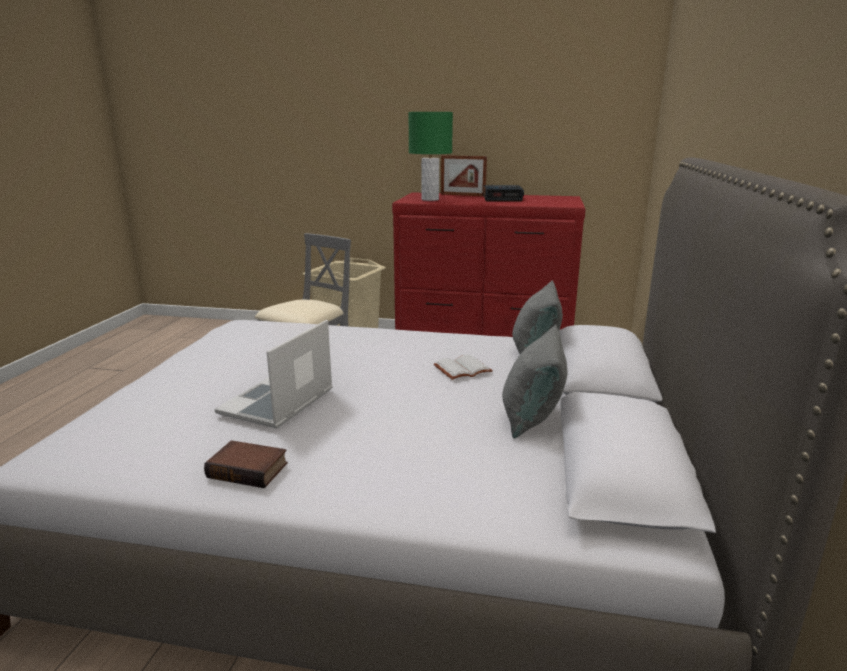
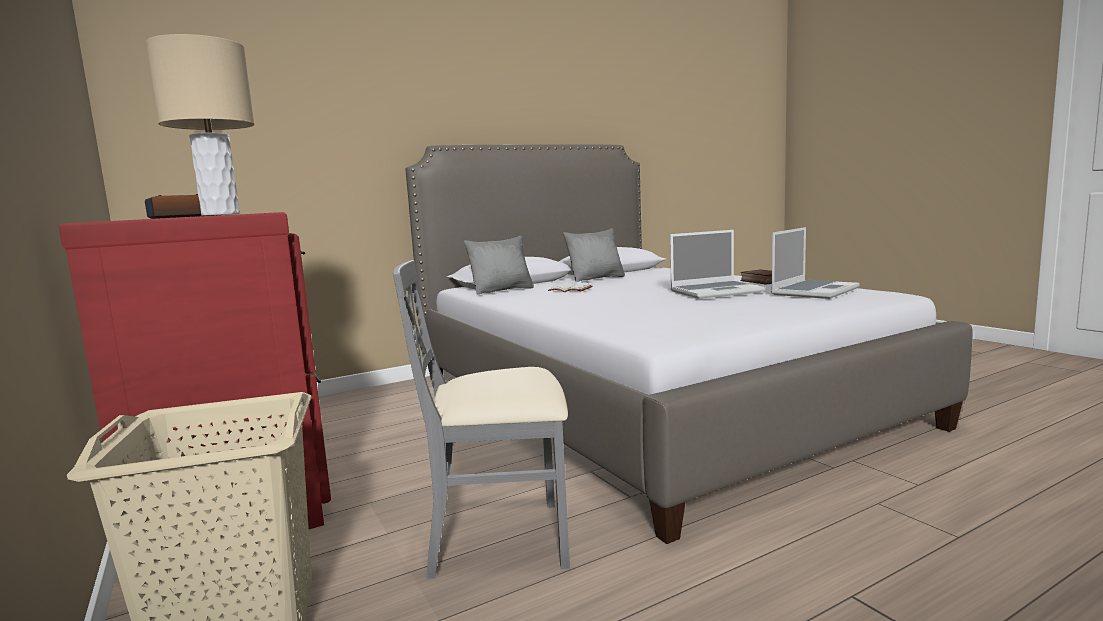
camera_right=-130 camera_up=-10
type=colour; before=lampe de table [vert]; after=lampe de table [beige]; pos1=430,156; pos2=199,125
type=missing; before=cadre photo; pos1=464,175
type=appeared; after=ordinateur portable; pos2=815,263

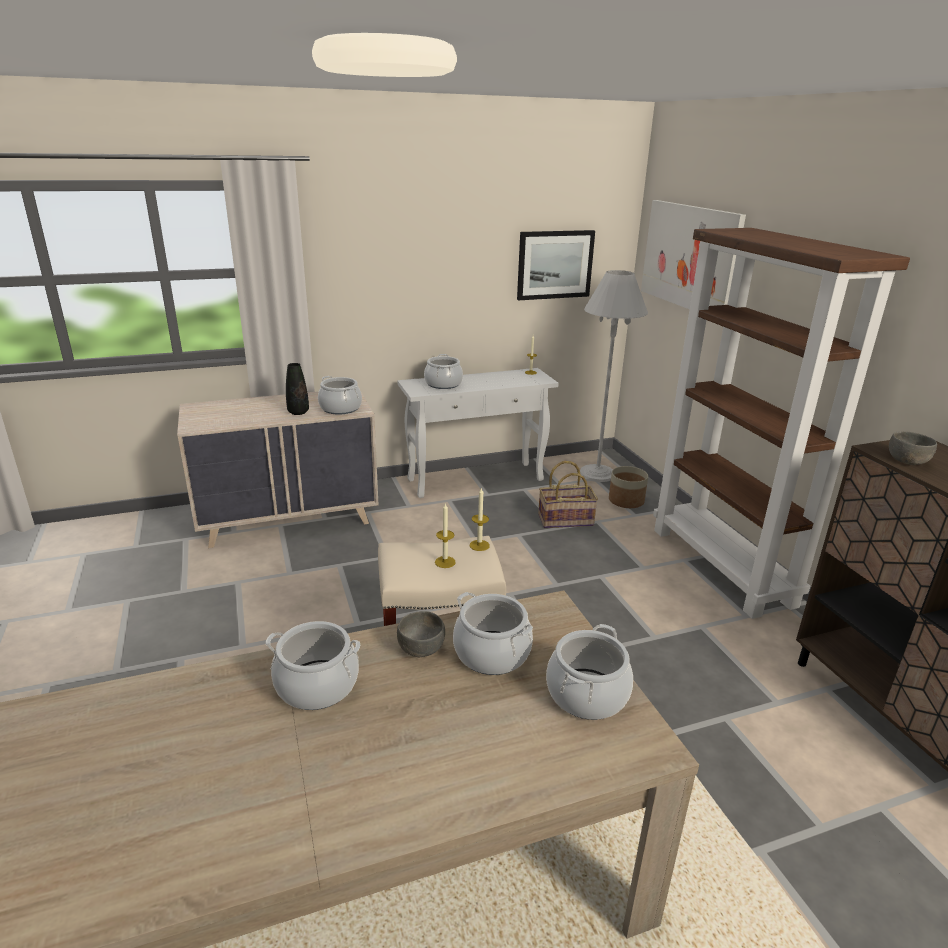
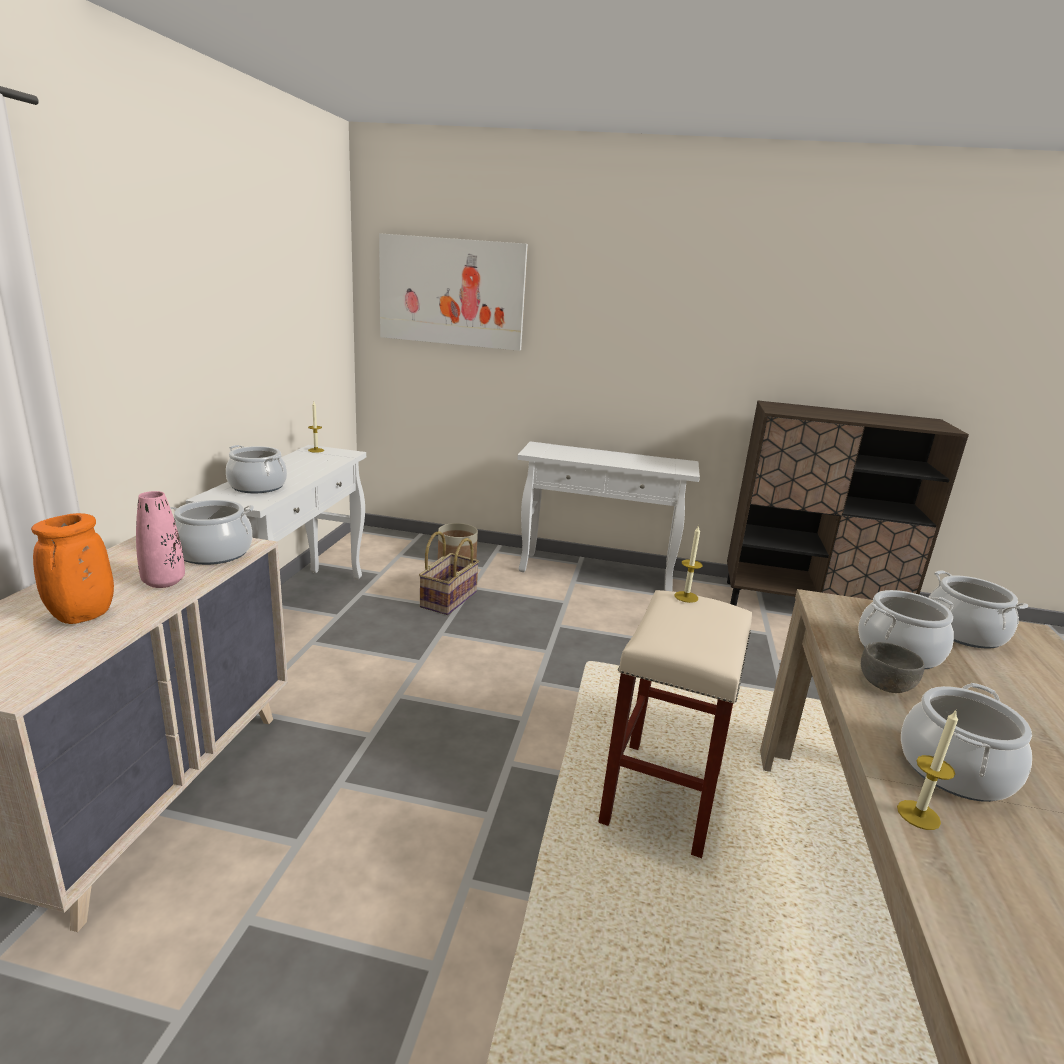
camera_right=-60 camera_up=-5
type=colour; before=vase [noir]; after=vase [rose]; pos1=297,389; pos2=160,539
type=relocated; before=bougie; pos1=445,535; pos2=927,769
type=missing; before=tableau; pos1=556,265
type=missing; before=lampadaire [blanc]; pos1=614,376
type=exchanged; before=bibliothèque [marron]; after=table console [blanc]; pos1=781,423; pos2=608,516
type=missing; before=bol [gris]; pos1=913,448
type=appeared; after=vase [orange]; pos2=72,568

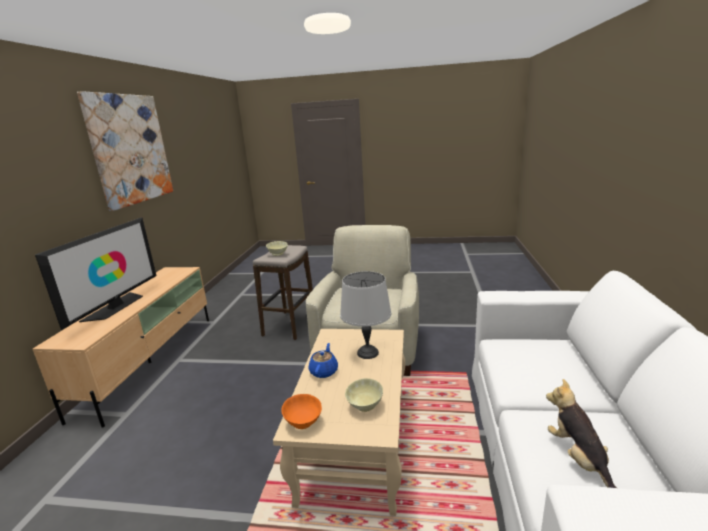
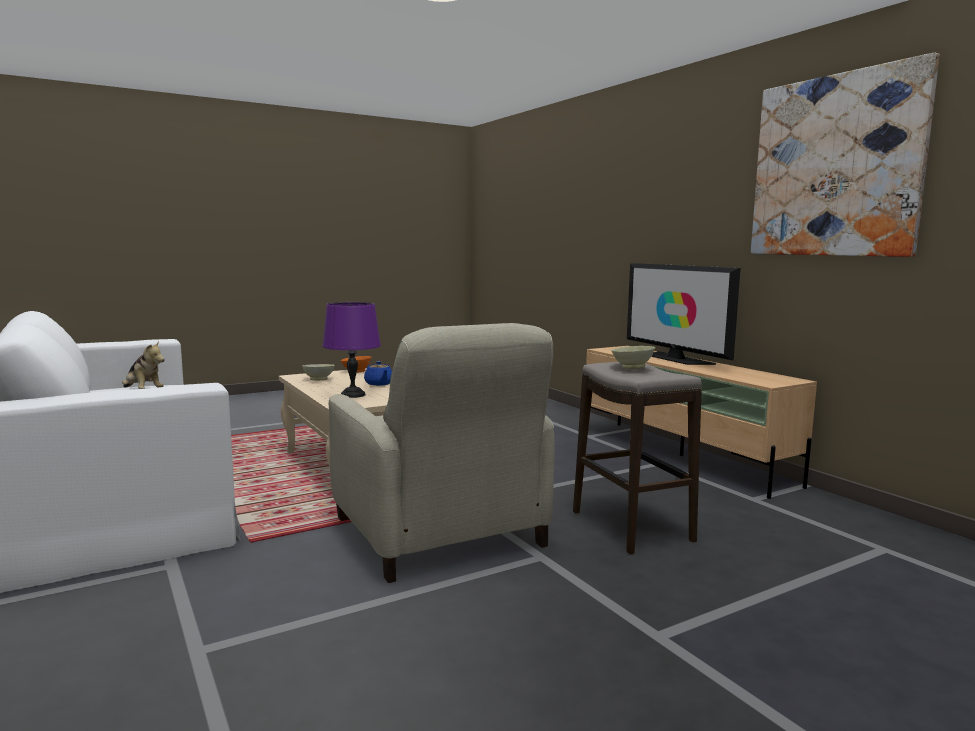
camera_right=140 camera_up=-10
type=colour; before=lampe de table [gris]; after=lampe de table [violet]; pos1=365,315; pos2=351,350

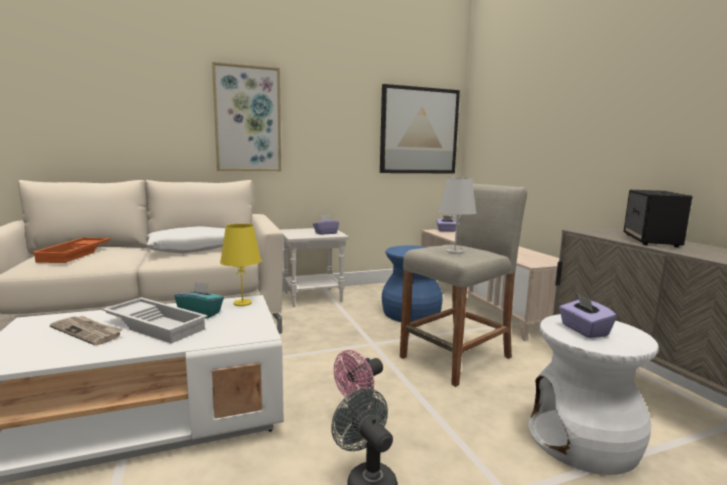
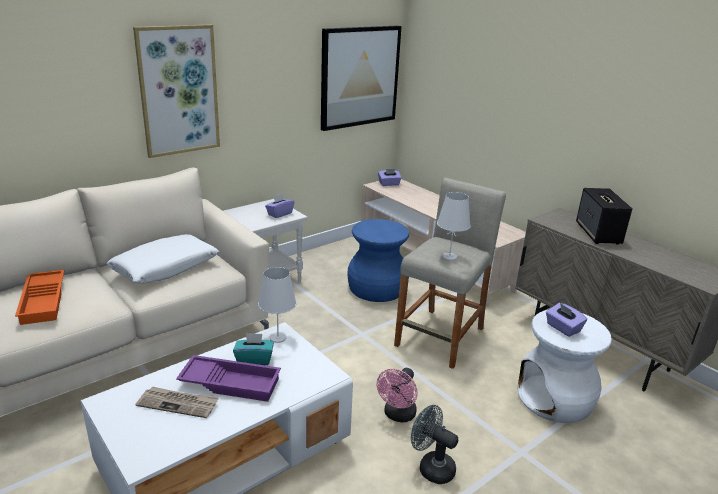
camera_right=-20 camera_up=15
type=colour; before=plateau [blanc]; after=plateau [violet]; pos1=155,320; pos2=228,378
type=colour; before=lampe de table [jaune]; after=lampe de table [blanc]; pos1=241,265; pos2=277,305

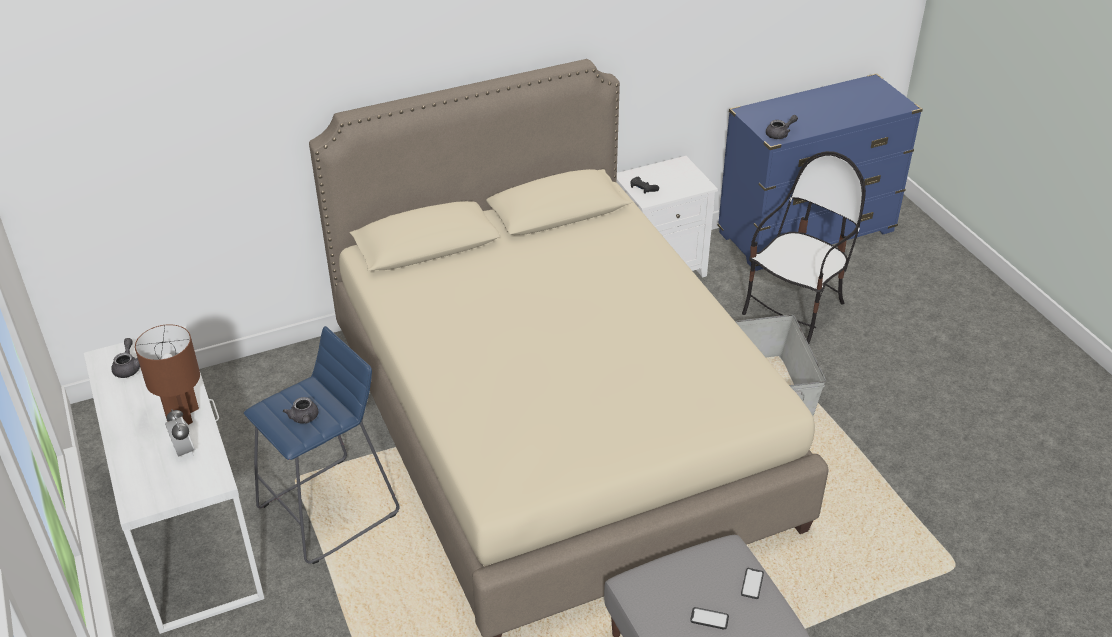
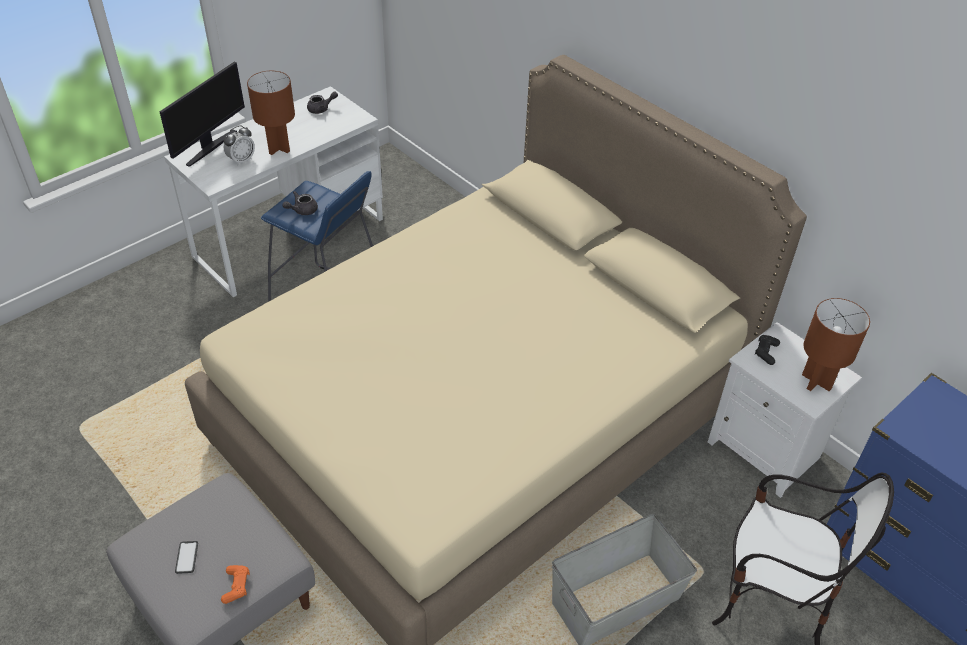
camera_right=70 camera_up=5
type=exchanged; before=téléphone; after=manette [orange]; pos1=752,583; pos2=235,584
type=missing; before=théière [gris]; pos1=782,127
type=appeared; after=écran d'ordinateur; pos2=202,114
type=appeared; after=lampe de table [marron]; pos2=836,344

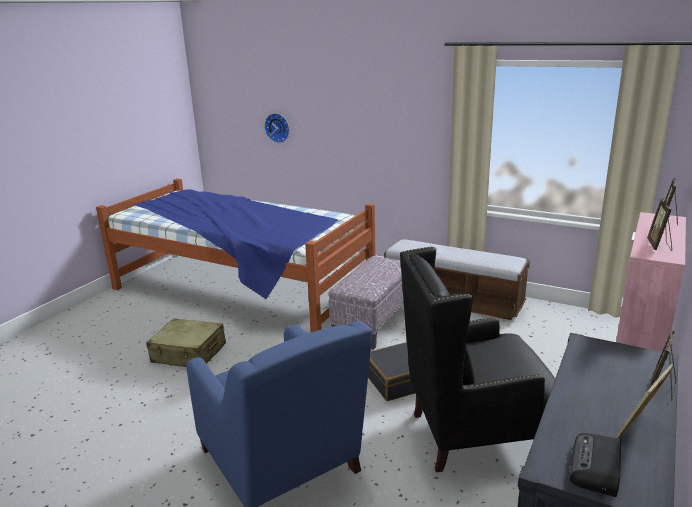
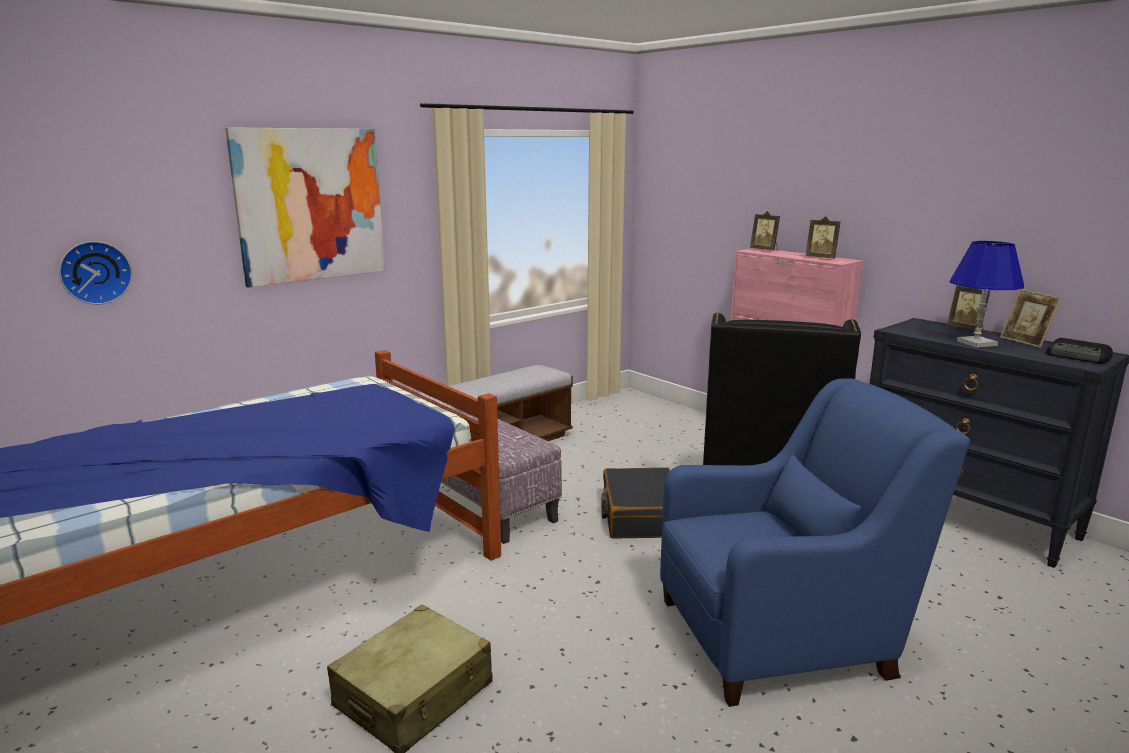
camera_right=-70 camera_up=-5
type=appeared; after=tableau; pos2=305,207
type=appeared; after=lampe de table [bleu]; pos2=986,294

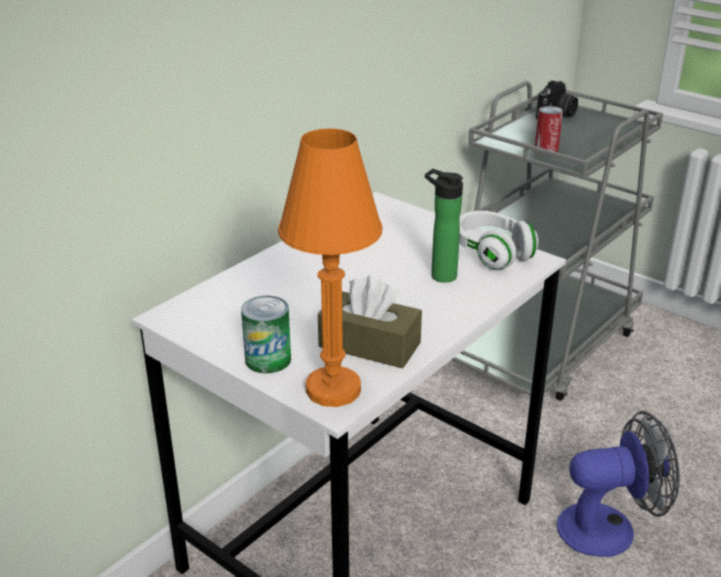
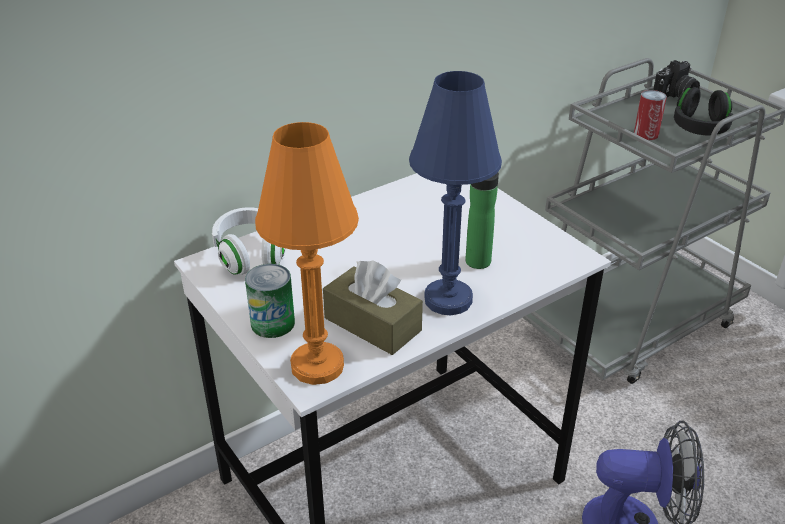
camera_right=15 camera_up=5
type=relocated; before=casque audio [blanc]; pos1=498,240; pos2=249,241
type=appeared; after=lampe de table [bleu]; pos2=455,193
type=appeared; after=casque audio [noir]; pos2=703,111

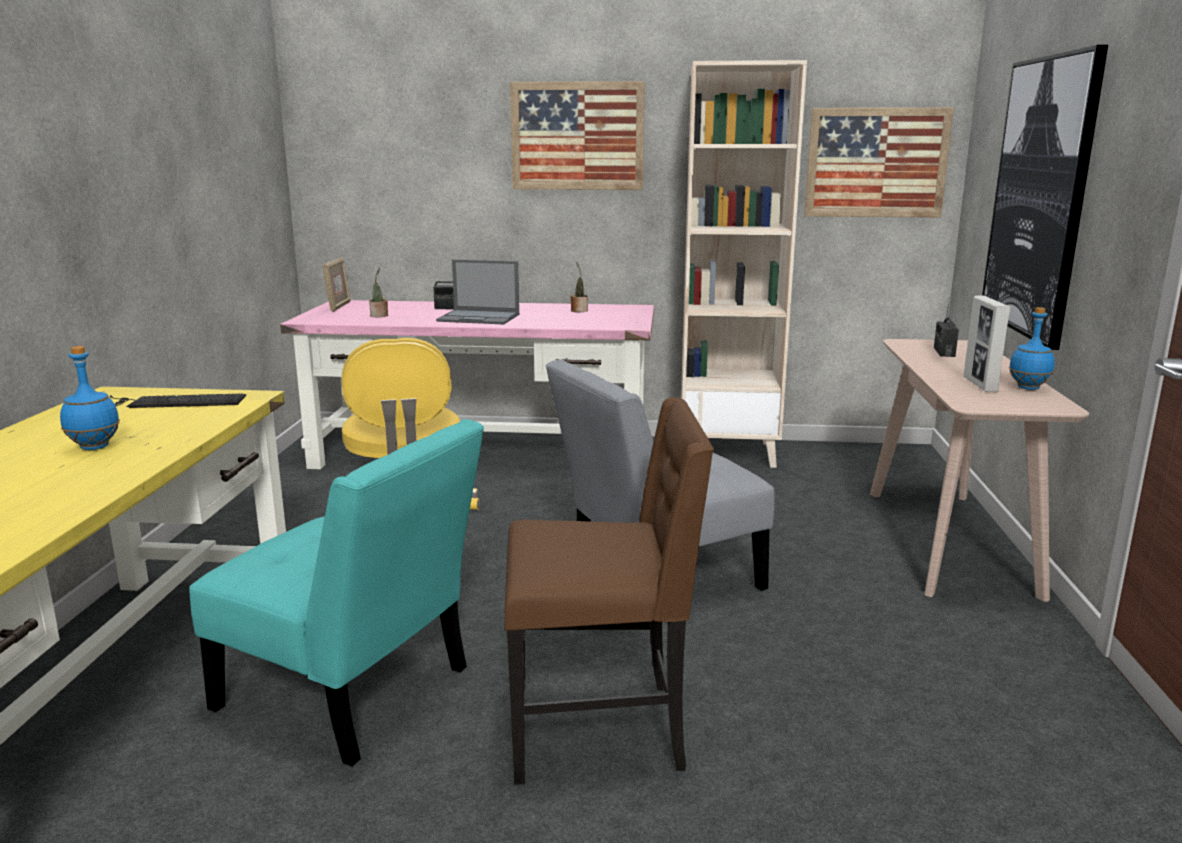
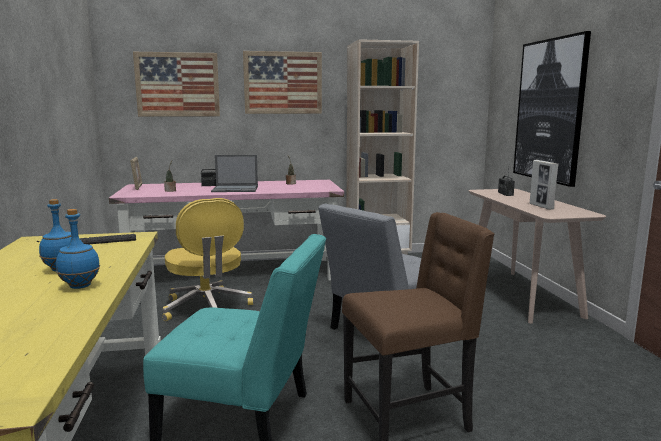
camera_right=-15 camera_up=-5
type=relocated; before=tableau; pos1=879,162; pos2=176,84
type=relocated; before=bouteille [bleu]; pos1=1032,348; pos2=78,249

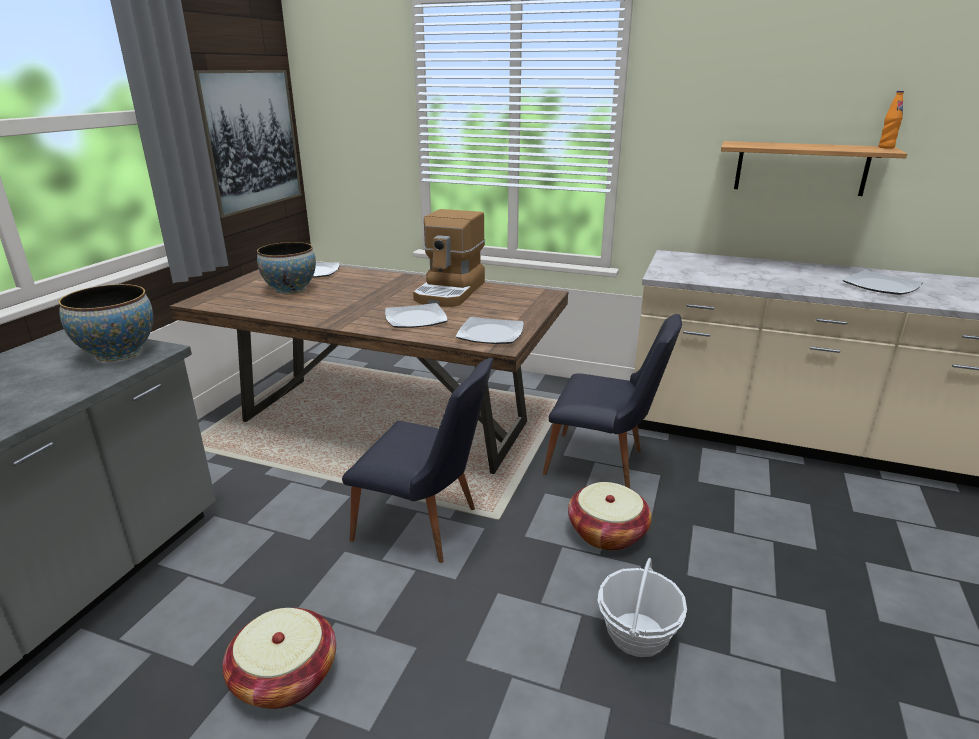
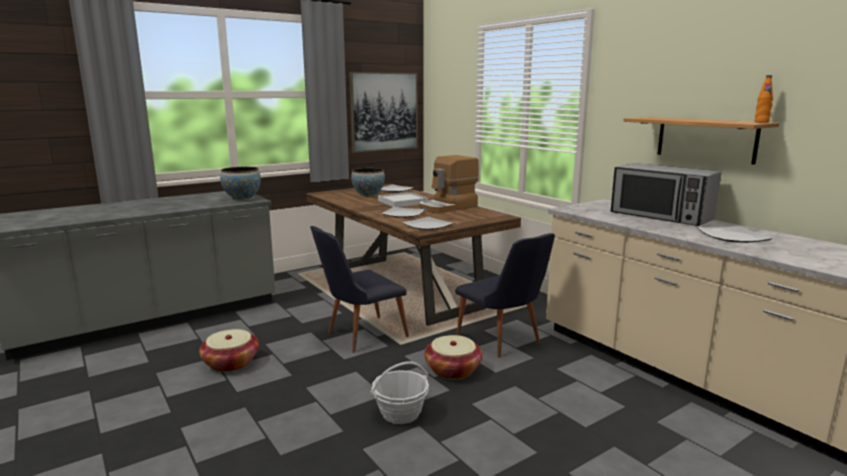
camera_right=35 camera_up=-10
type=spun; before=chaise [noir]; pos1=417,460; pos2=359,289; turn=90
type=appeared; after=plateau [blanc]; pos2=403,199
type=appeared; after=micro-ondes; pos2=666,194

